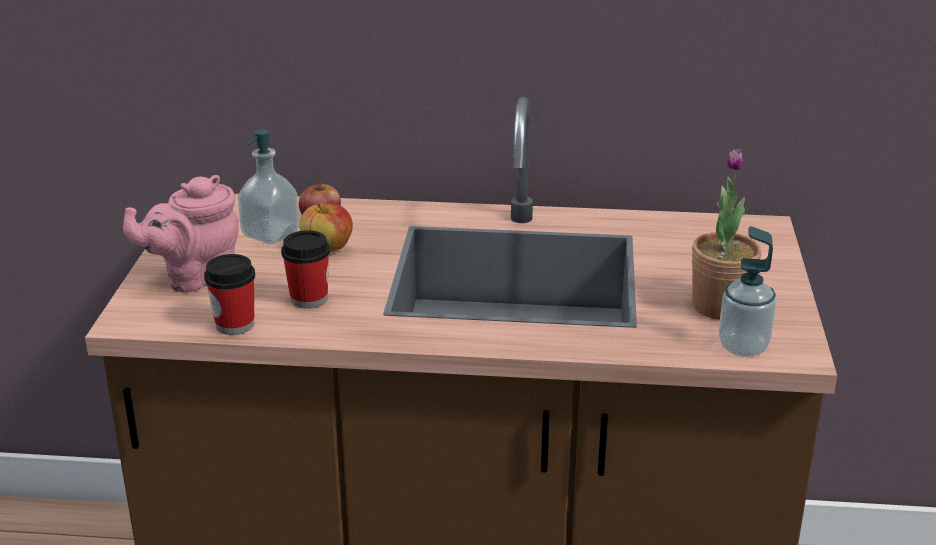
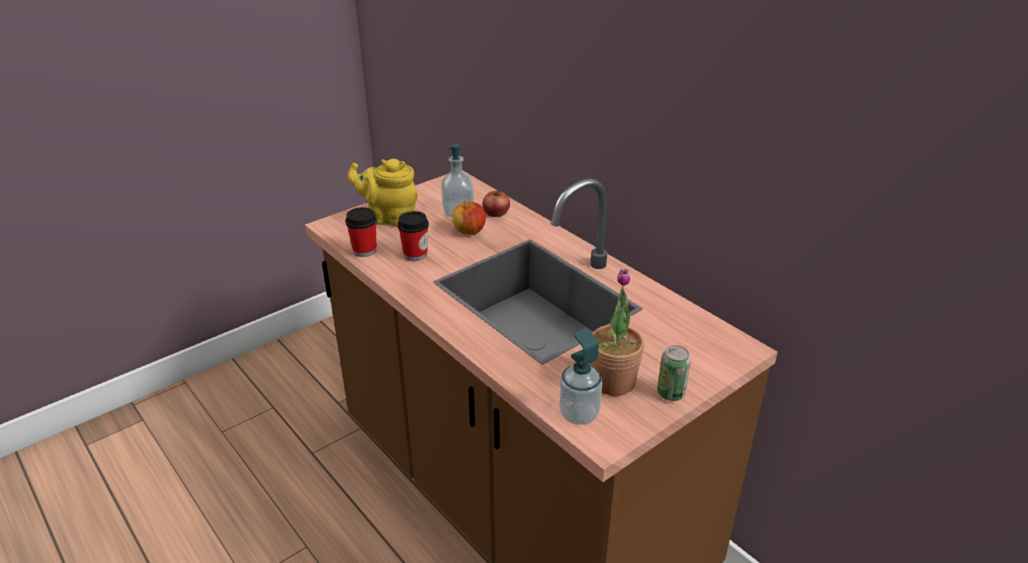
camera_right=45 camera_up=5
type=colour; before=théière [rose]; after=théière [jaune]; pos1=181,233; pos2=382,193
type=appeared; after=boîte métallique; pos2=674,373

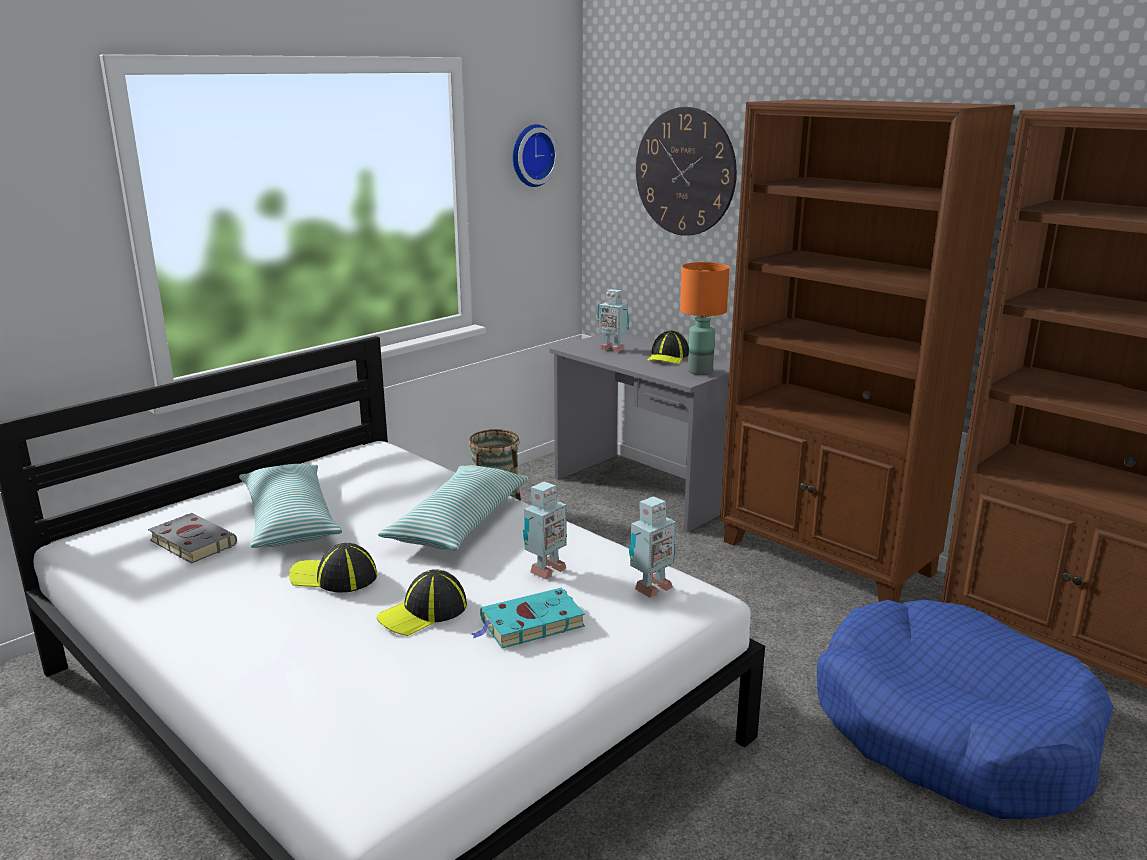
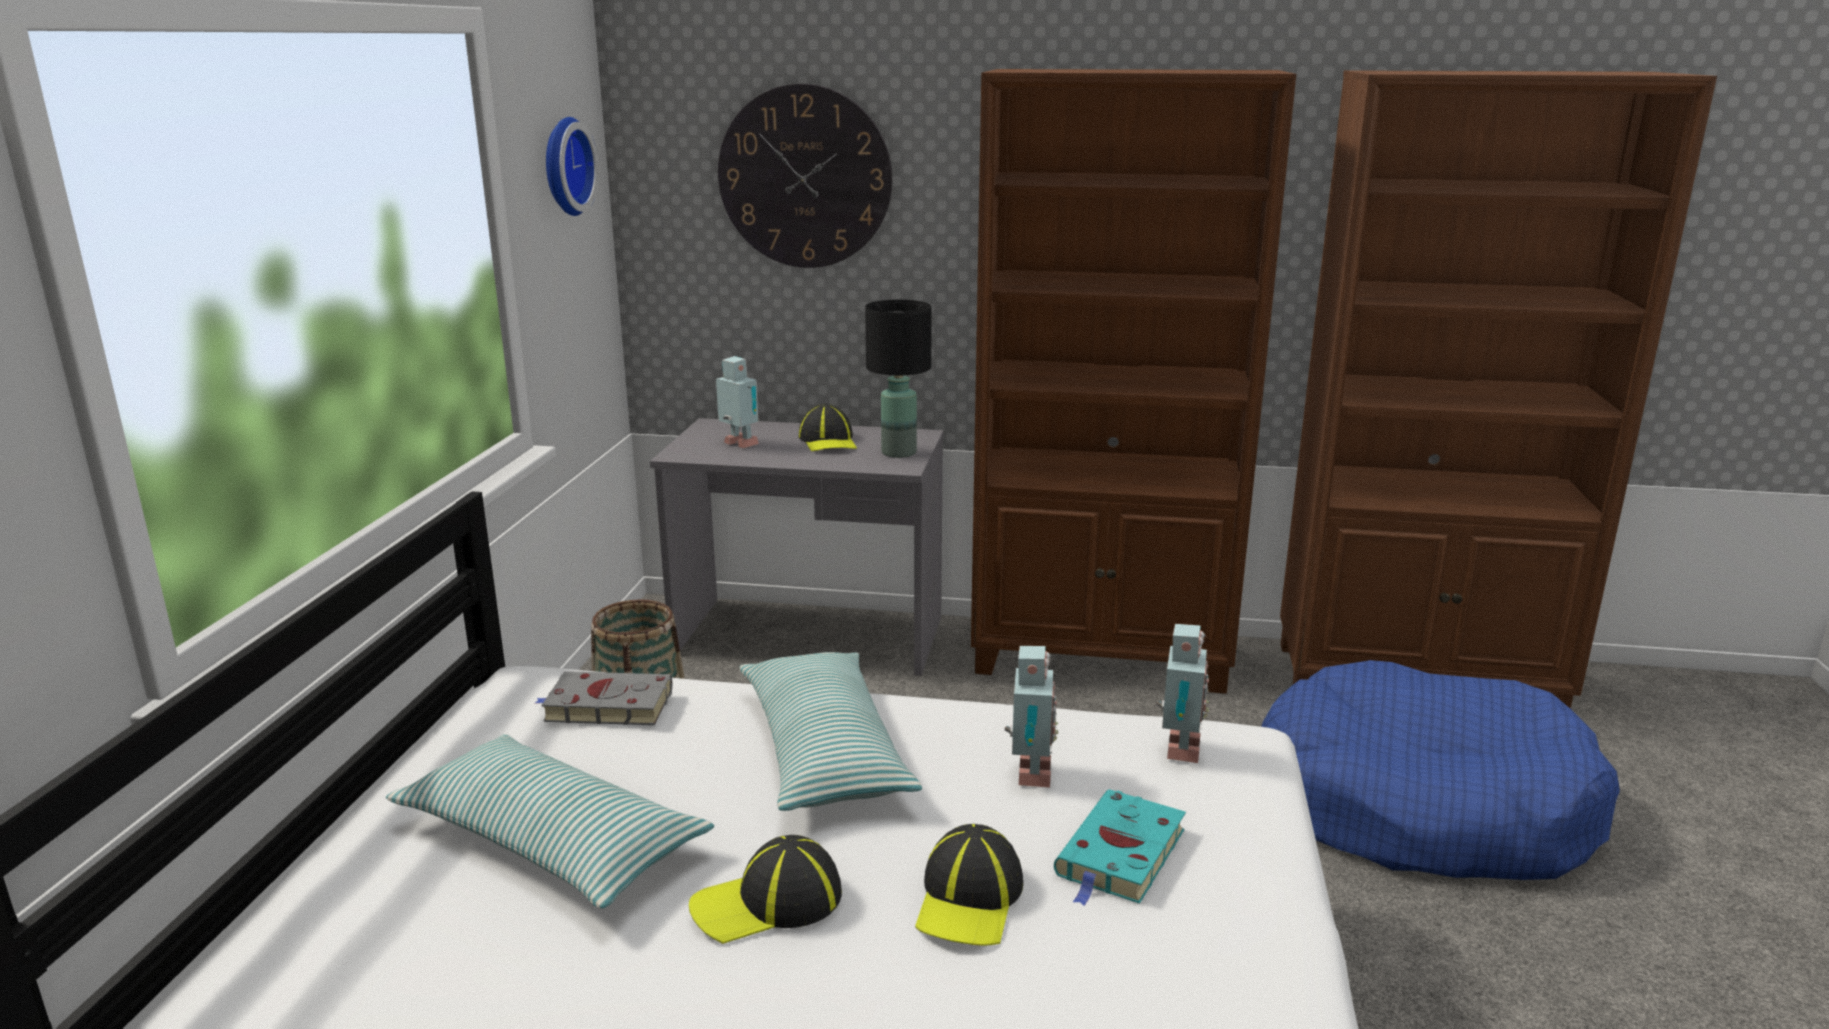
camera_right=-35 camera_up=0
type=relocated; before=livre [gris]; pos1=192,538; pos2=603,698
type=spun; before=robot jouet; pos1=613,320; pos2=737,402; turn=-135
type=colour; before=lampe de table [orange]; after=lampe de table [noir]; pos1=705,318; pos2=898,379

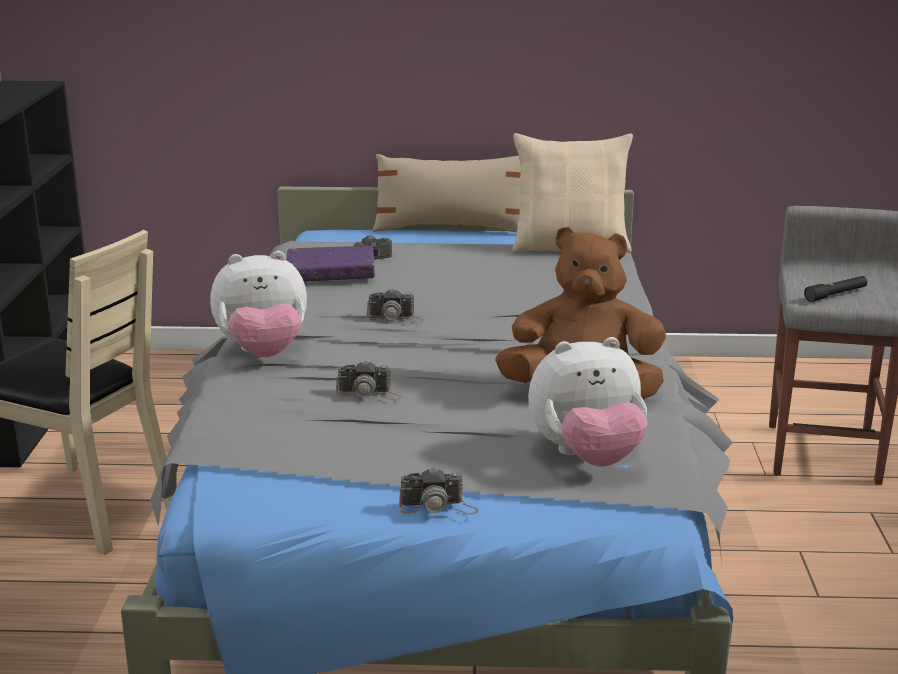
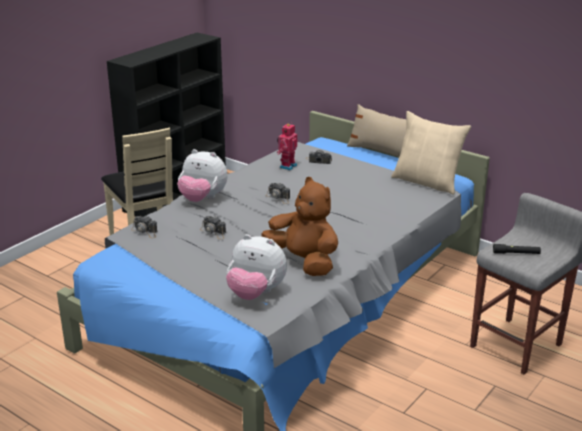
camera_right=35 camera_up=5
type=exchanged; before=livre [violet]; after=robot jouet; pos1=331,264; pos2=287,146
type=relocated; before=appareil photo; pos1=438,491; pos2=144,226

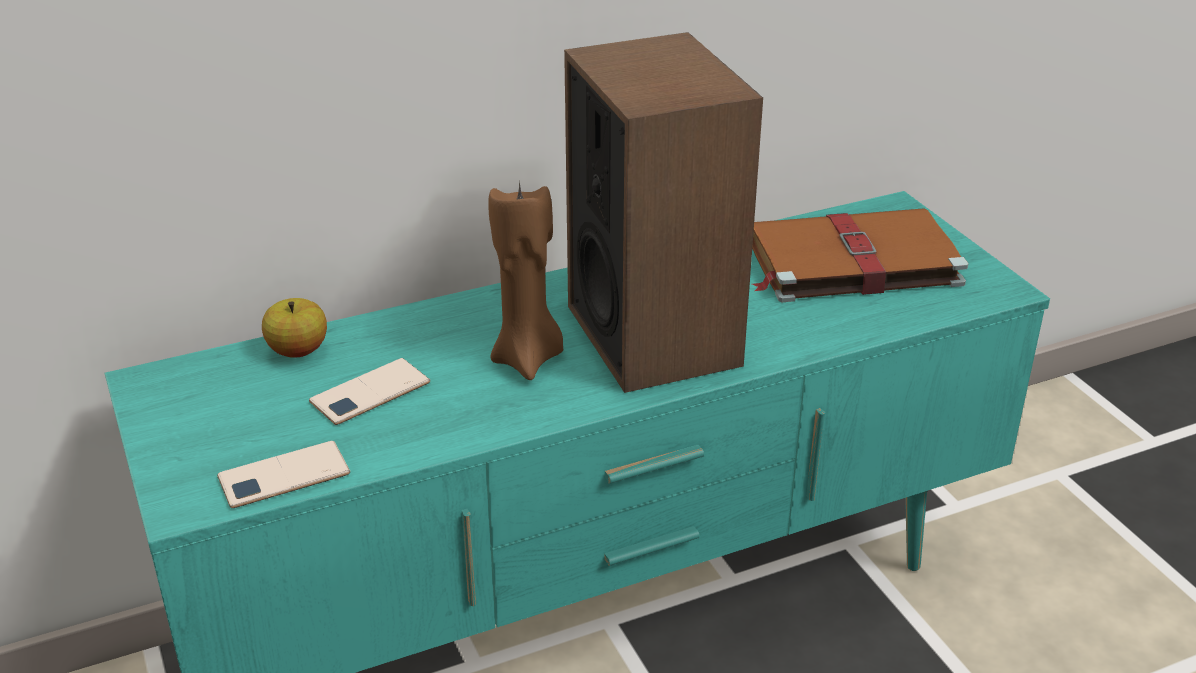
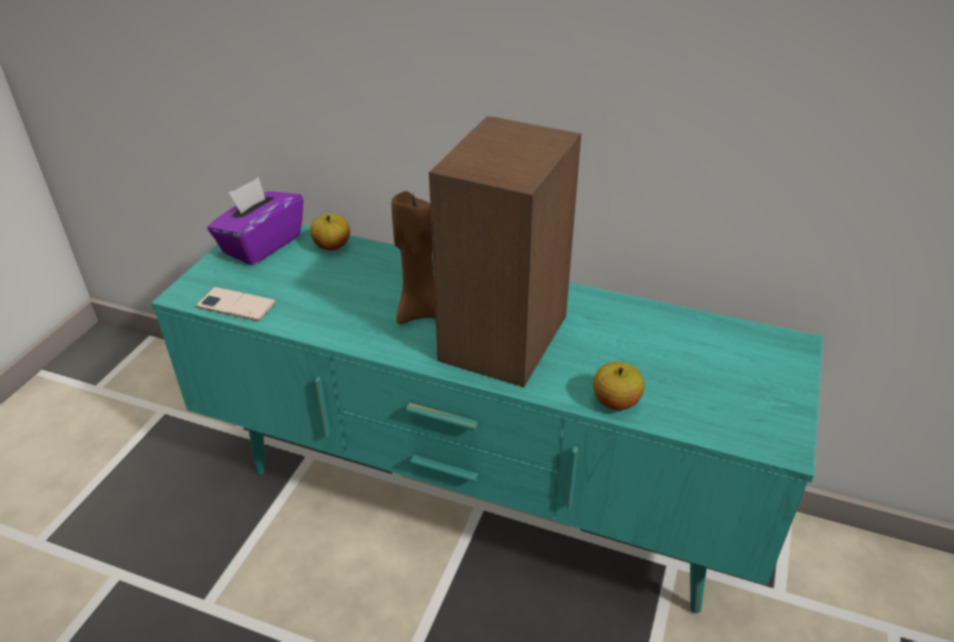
camera_right=45 camera_up=5
type=missing; before=téléphone; pos1=369,391
type=missing; before=livre [marron]; pos1=860,255
type=appeared; after=boîte à mouchoirs [violet]; pos2=255,221
type=appeared; after=pomme; pos2=618,386

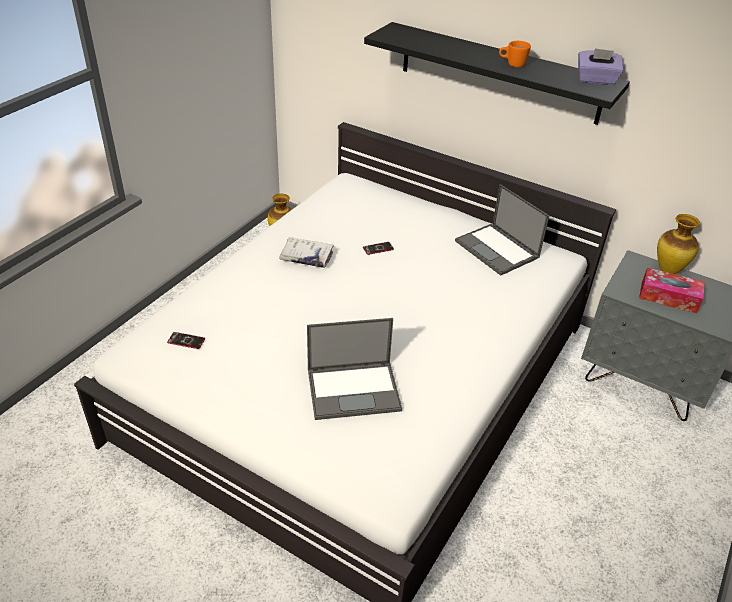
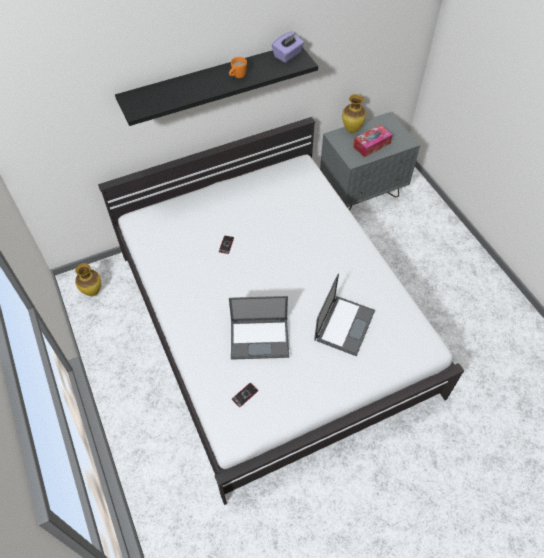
camera_right=-55 camera_up=15
type=missing; before=livre [blanc]; pos1=306,252
type=relocated; before=ordinateur portable; pos1=502,230; pos2=259,328

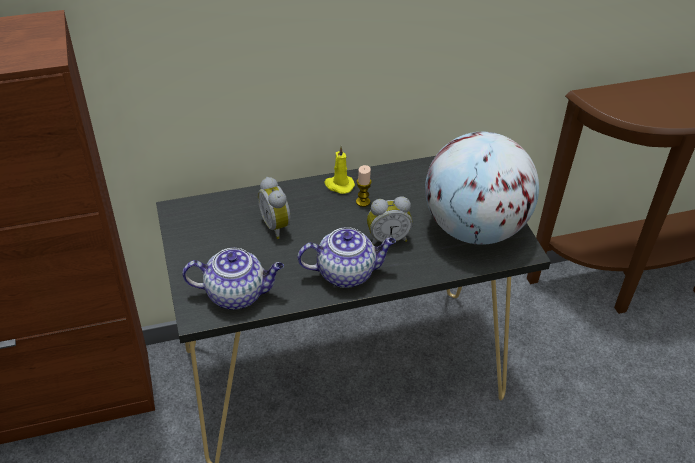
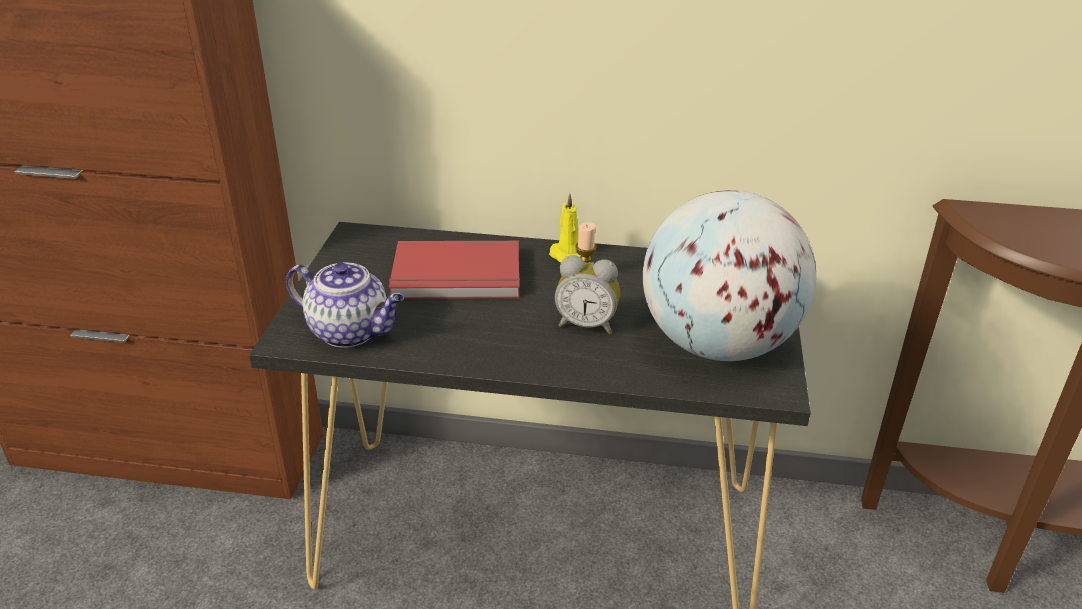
camera_right=25 camera_up=-10
type=exchanged; before=réveil; after=livre [rouge]; pos1=274,208; pos2=454,270
type=missing; before=théière; pos1=346,257

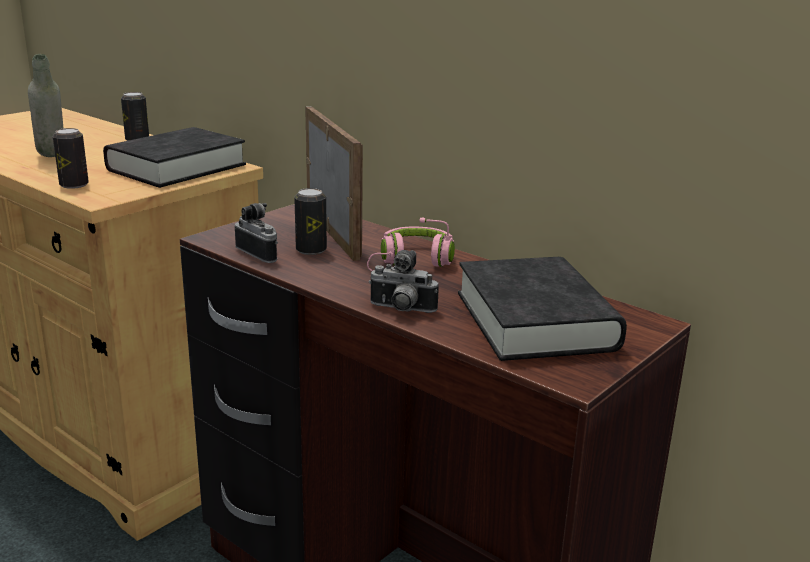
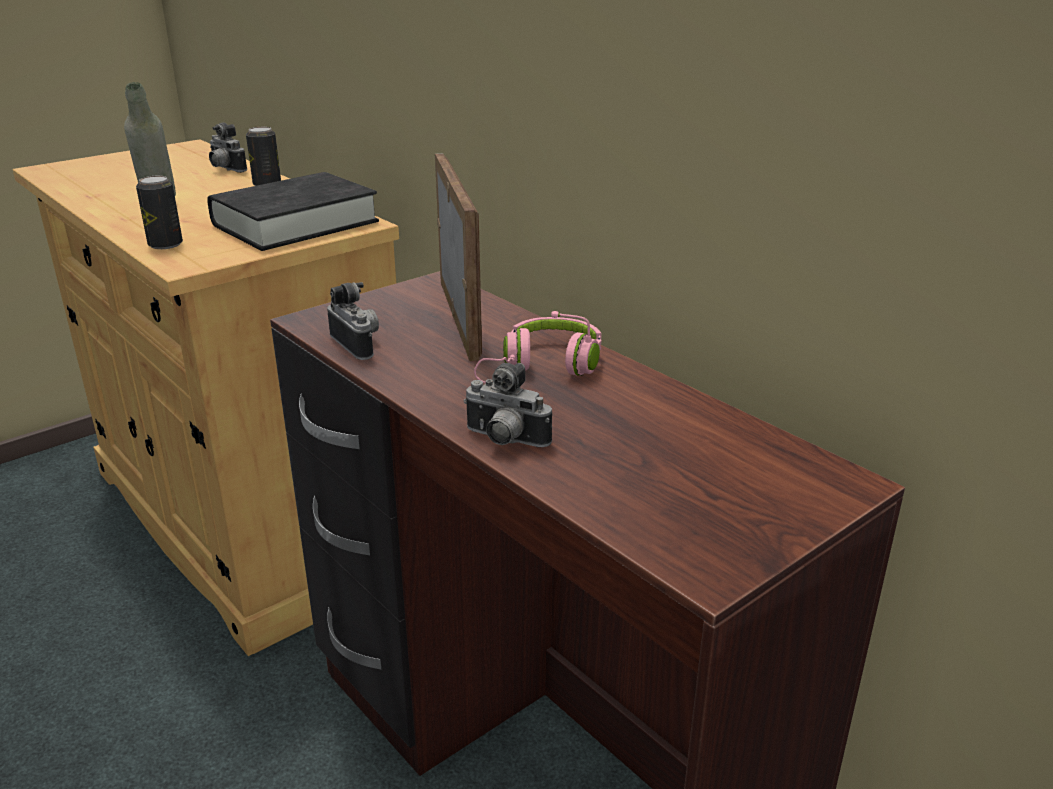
camera_right=10 camera_up=5
type=missing; before=boîte métallique; pos1=310,221
type=missing; before=livre [noir]; pos1=542,309
type=appeared; after=appareil photo; pos2=228,147

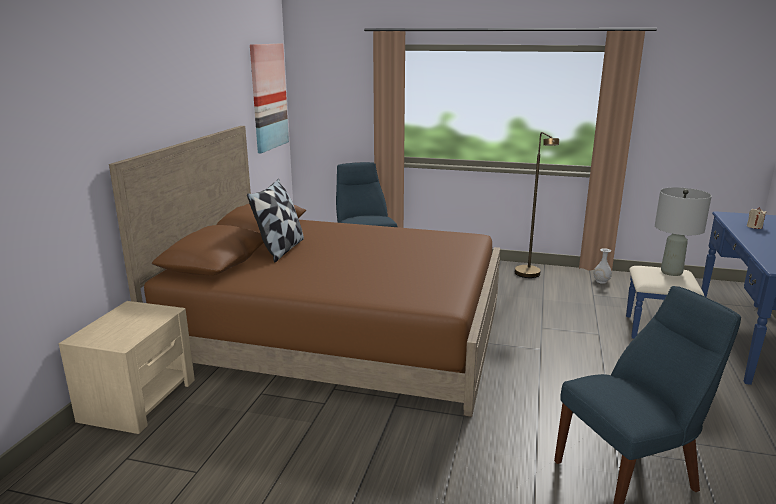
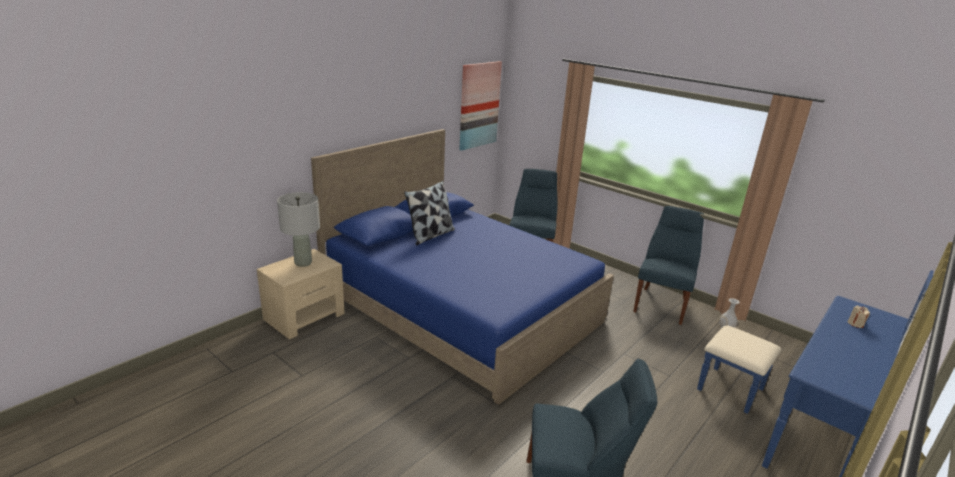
camera_right=25 camera_up=5
type=colour; before=lit [marron]; after=lit [bleu]; pos1=304,271; pos2=462,267
type=exchanged; before=lampadaire [marron]; after=chaise [bleu]; pos1=537,205; pos2=668,265
type=relocated; before=lampe de table [gris]; pos1=683,231; pos2=298,229

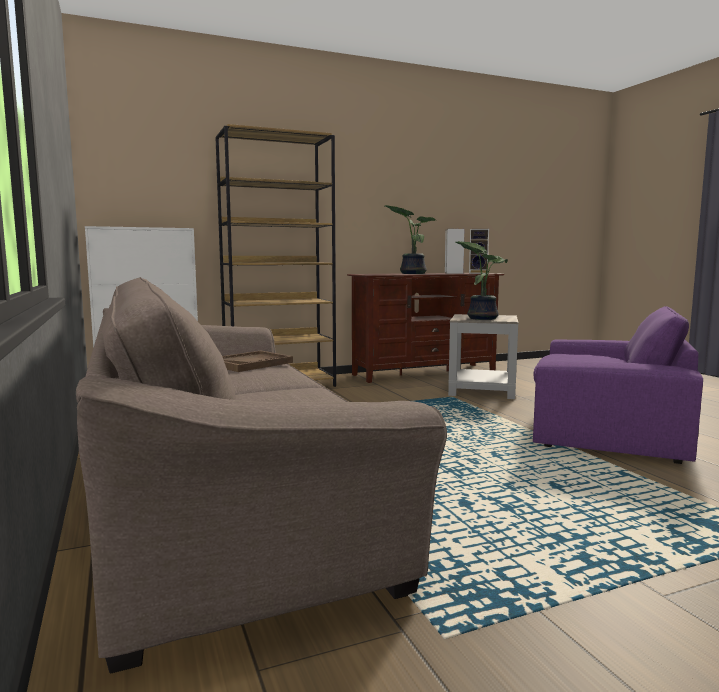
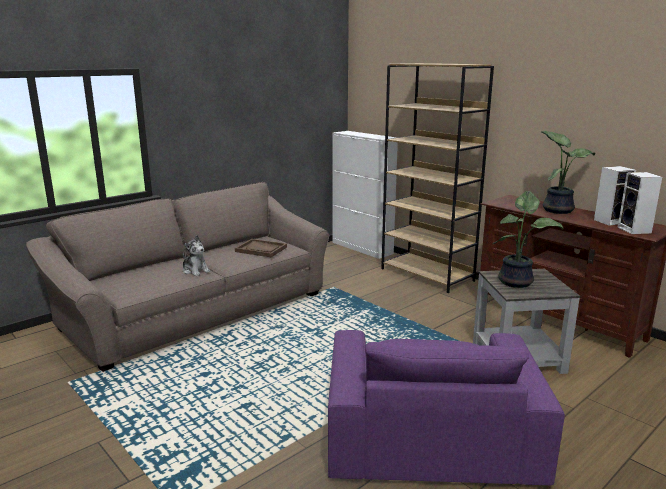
camera_right=70 camera_up=10
type=appeared; after=peluche; pos2=196,255

